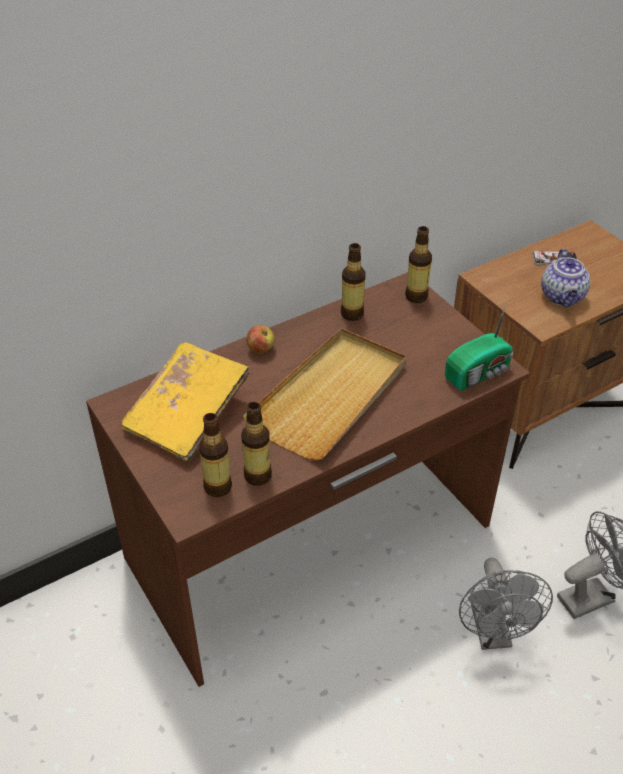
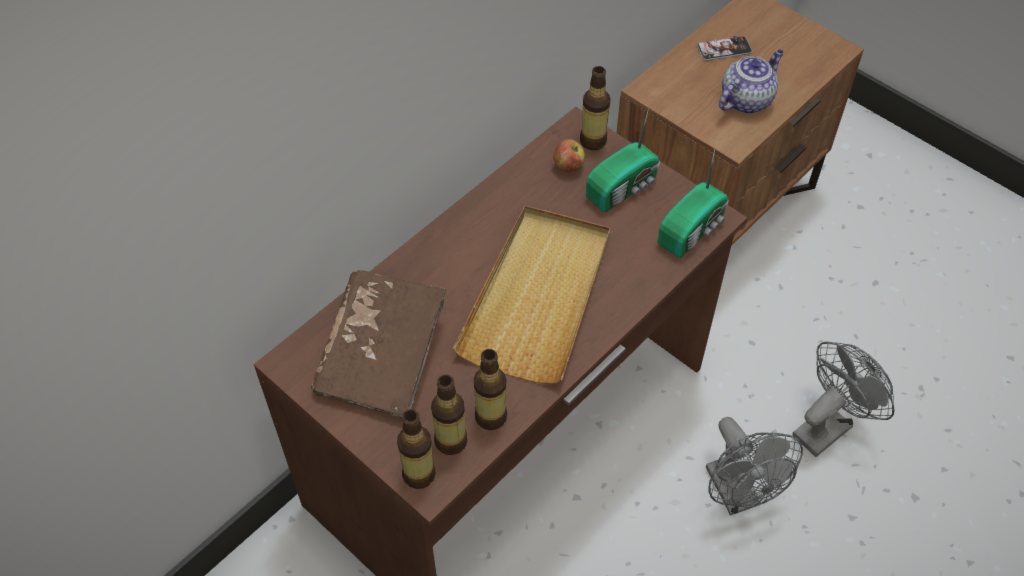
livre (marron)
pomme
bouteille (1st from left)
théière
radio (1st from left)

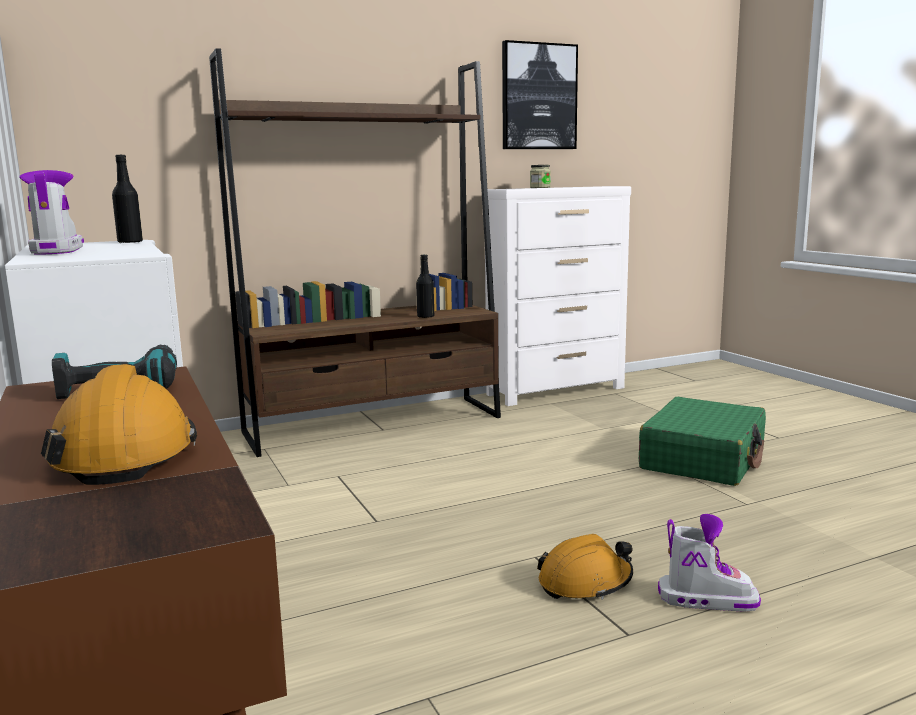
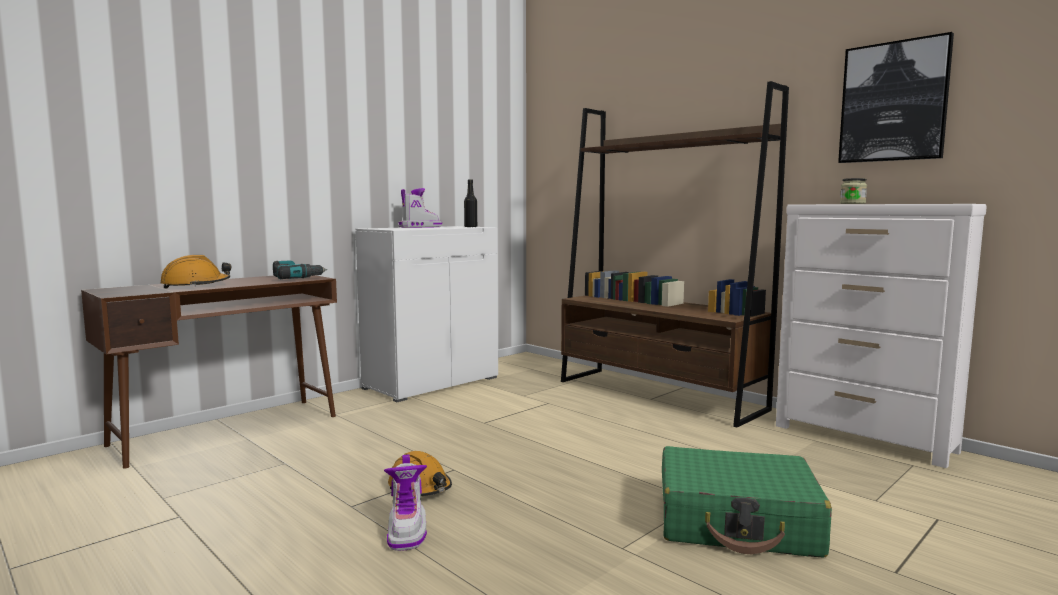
bouteille (noir) (2nd from left in the first image)

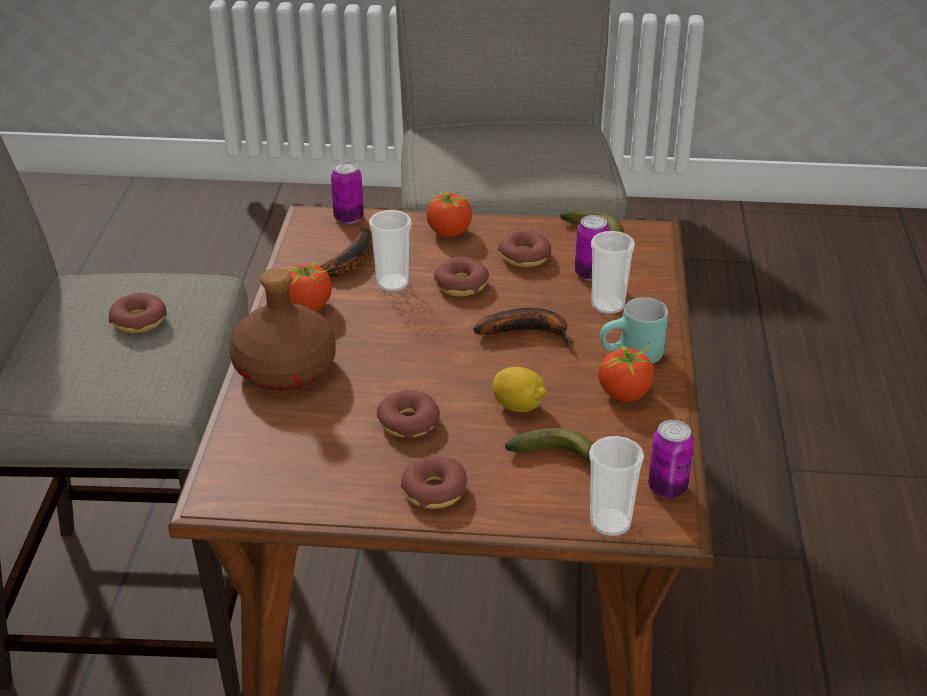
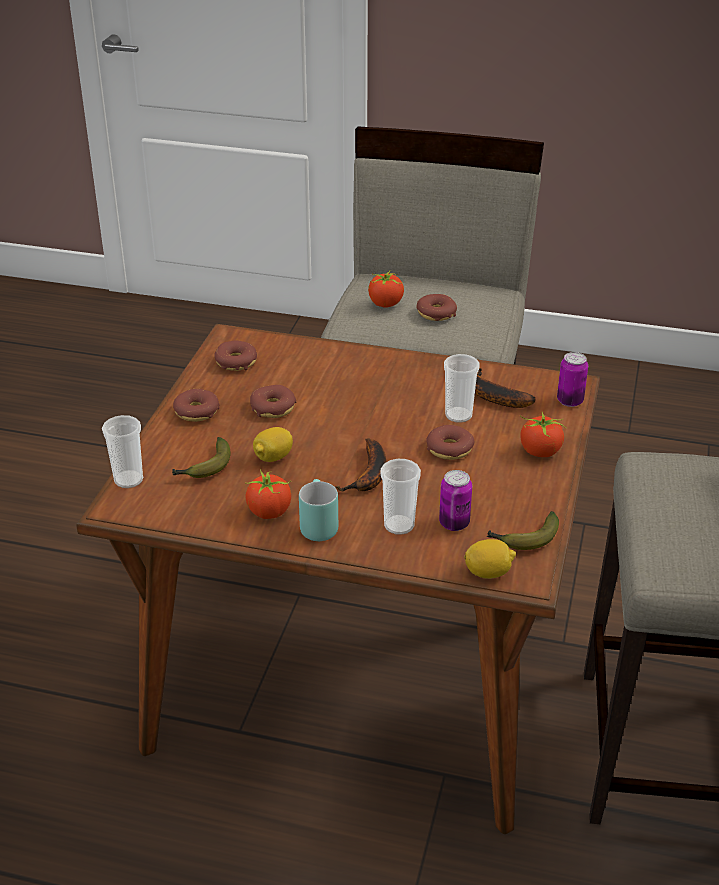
bouteille (marron)
tomate (2nd from left)
beignet (2nd from left)
boîte métallique (3rd from left in the first image)
citron (2nd from left)

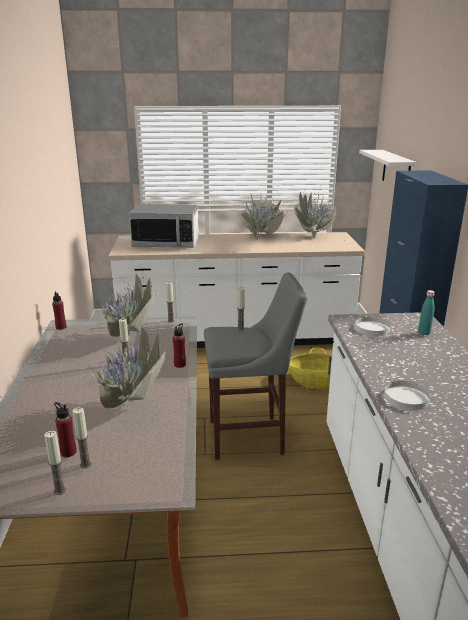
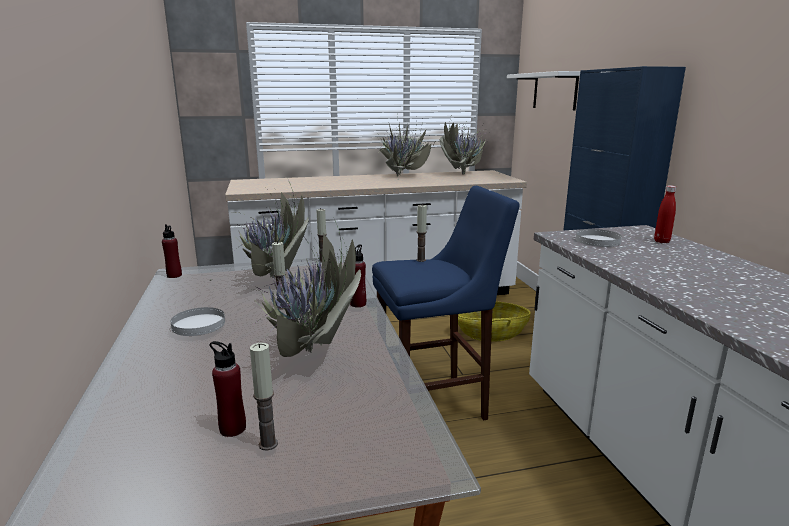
bougie (1st from left in the first image)
micro-ondes
tabouret (bleu)
assiette (blanc) (1st from left)
bouteille (rouge) (4th from left)

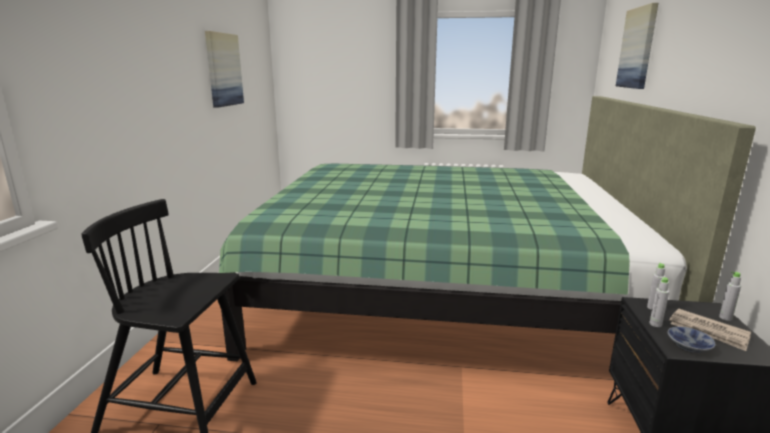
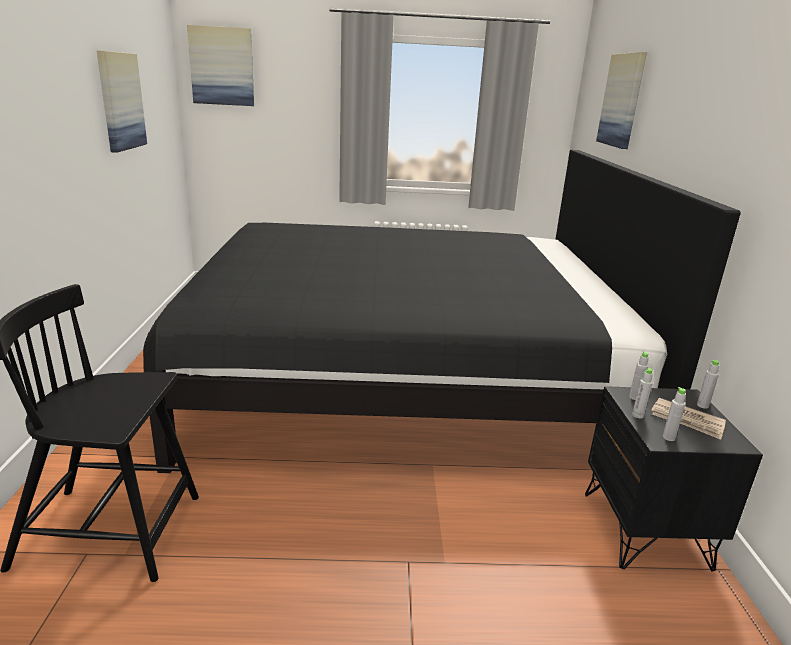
lit (noir)
bouteille (gris) (3rd from left)
tableau (2nd from left)

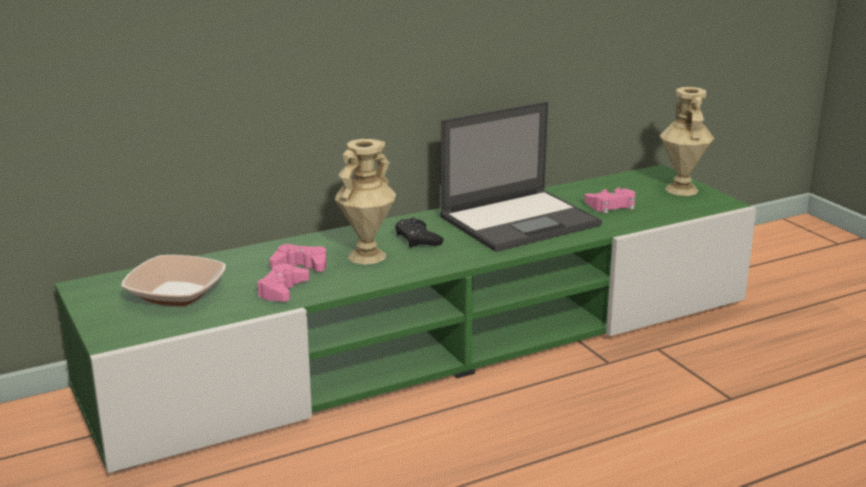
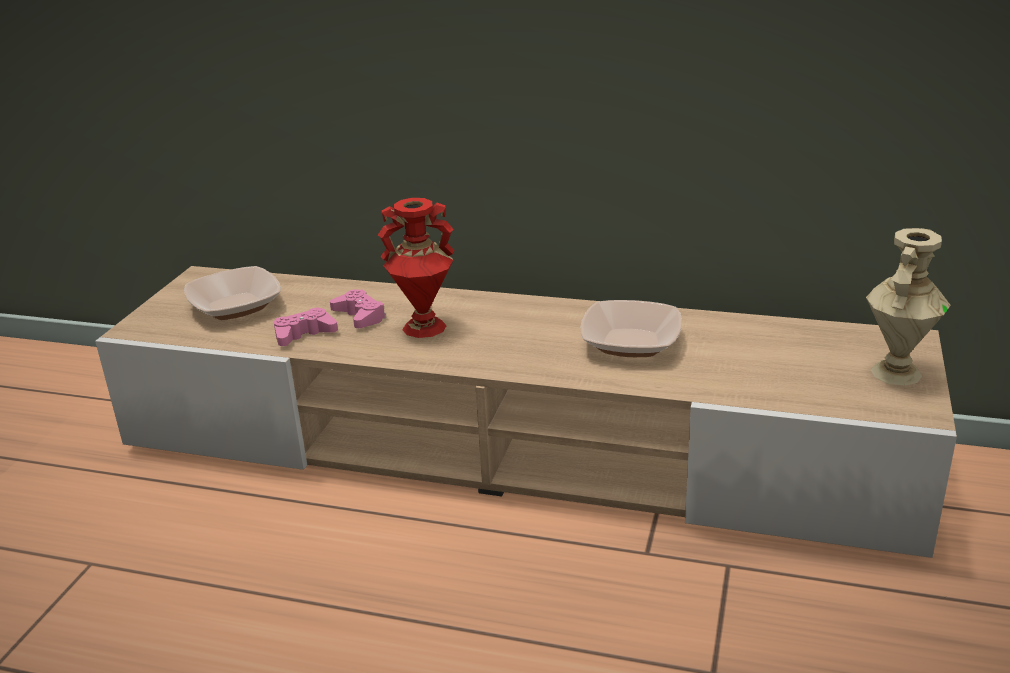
meuble télé (beige)
vase (rouge)
manette (noir)
bol (2nd from left)
manette (rose) (3rd from left in the first image)

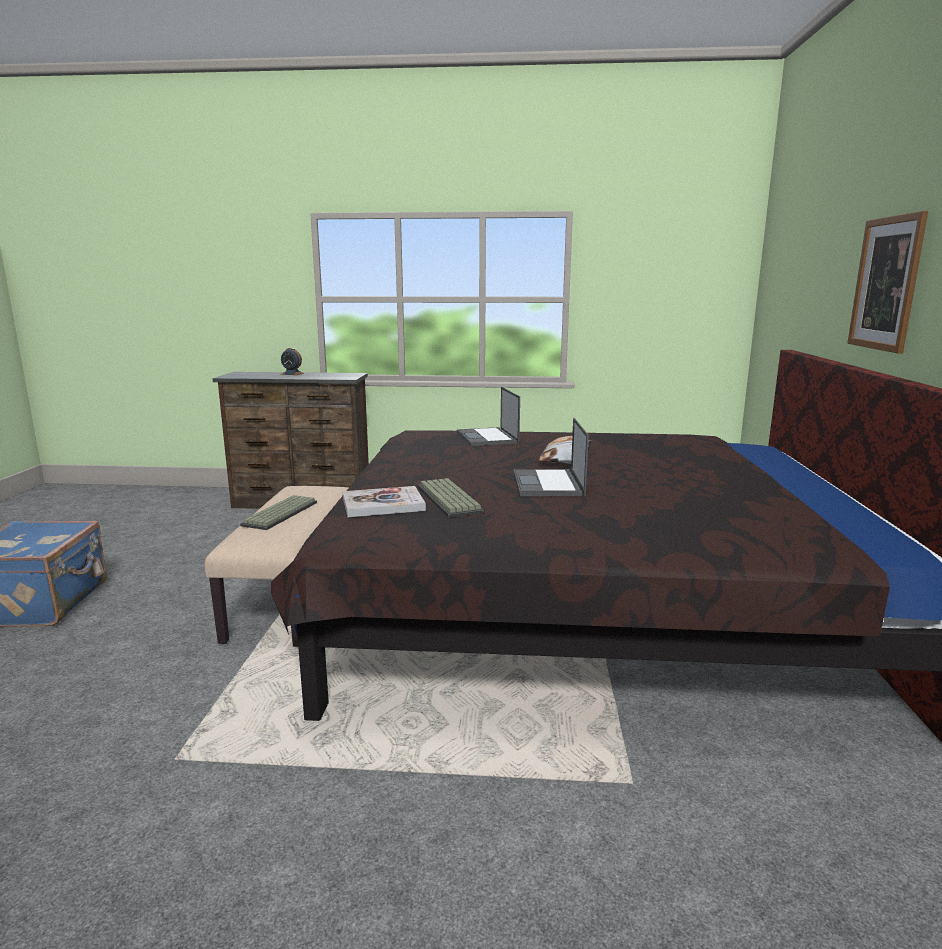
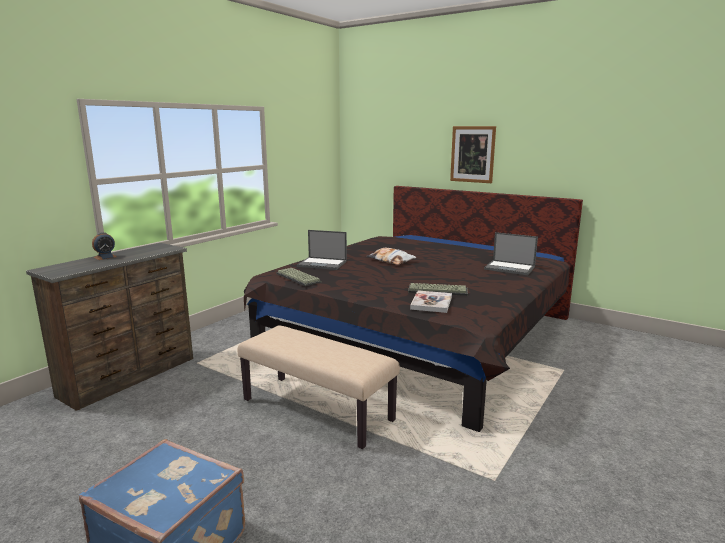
clavier (1st from left)
ordinateur portable (2nd from left)

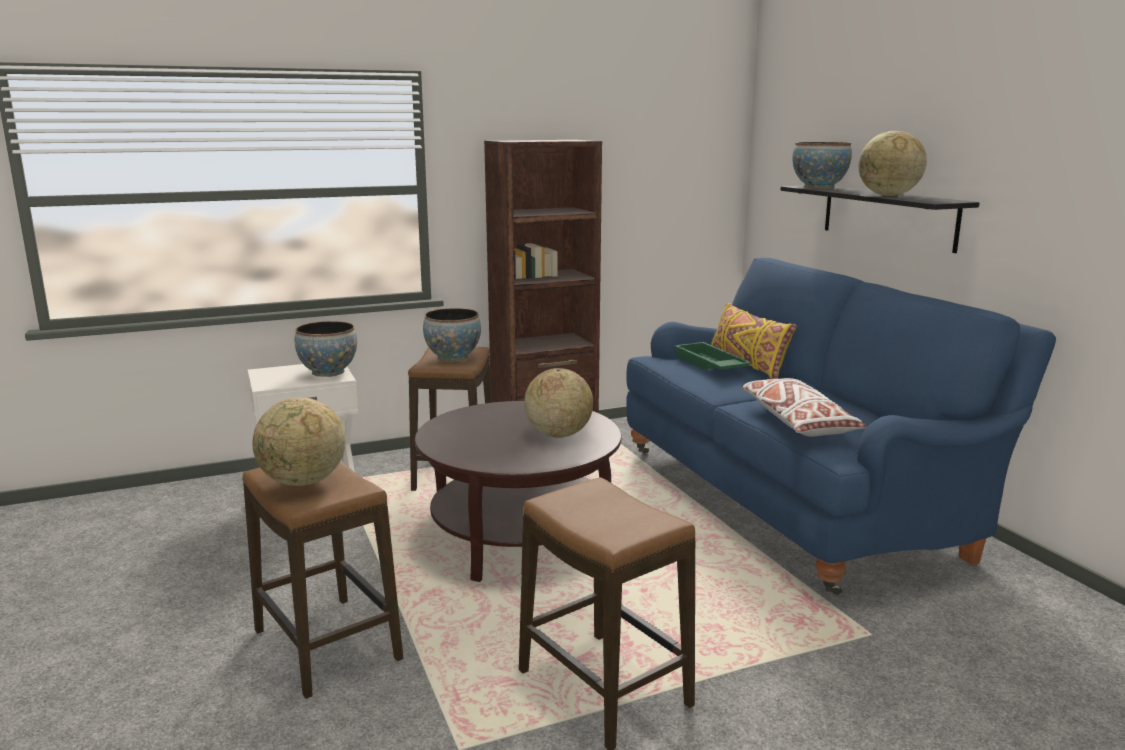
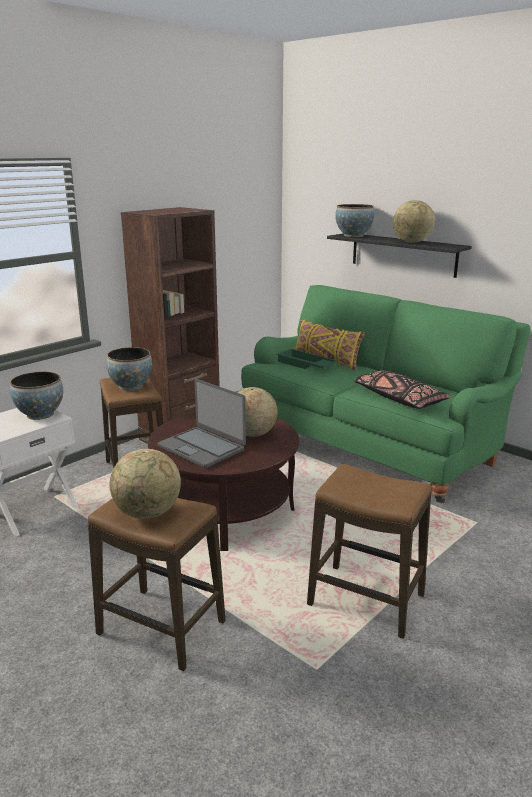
canapé (vert)
coussin (noir)
ordinateur portable

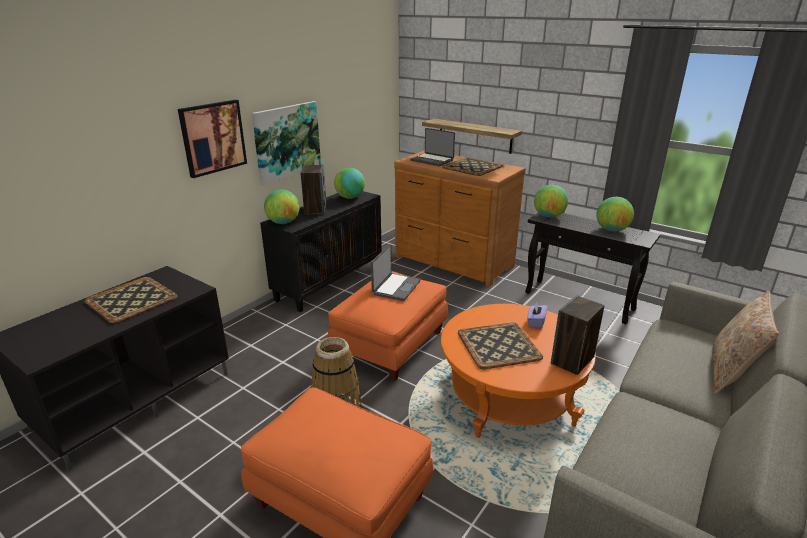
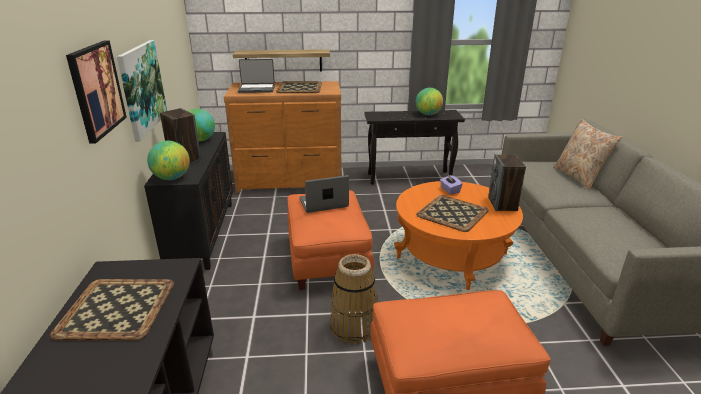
ordinateur portable (2nd from left)
globe (3rd from left in the first image)

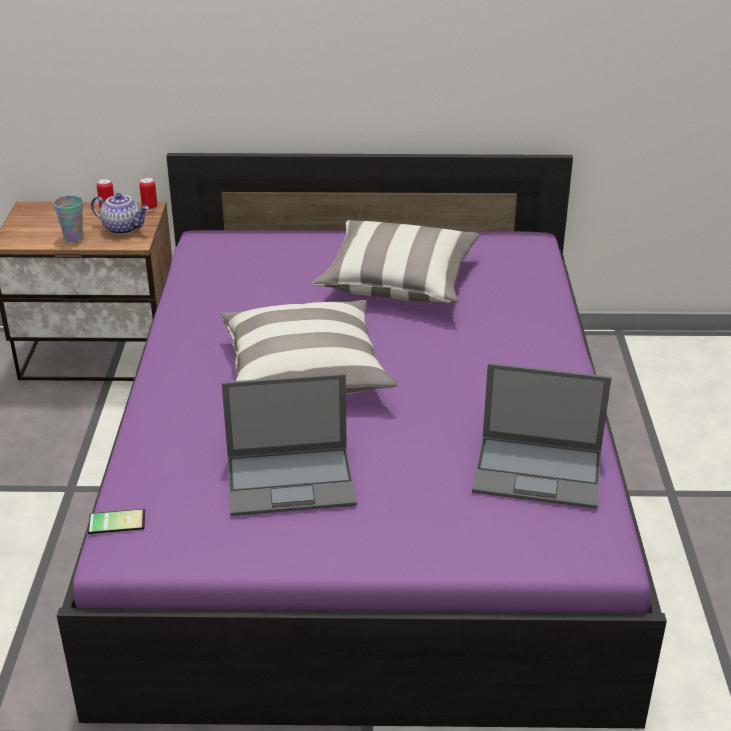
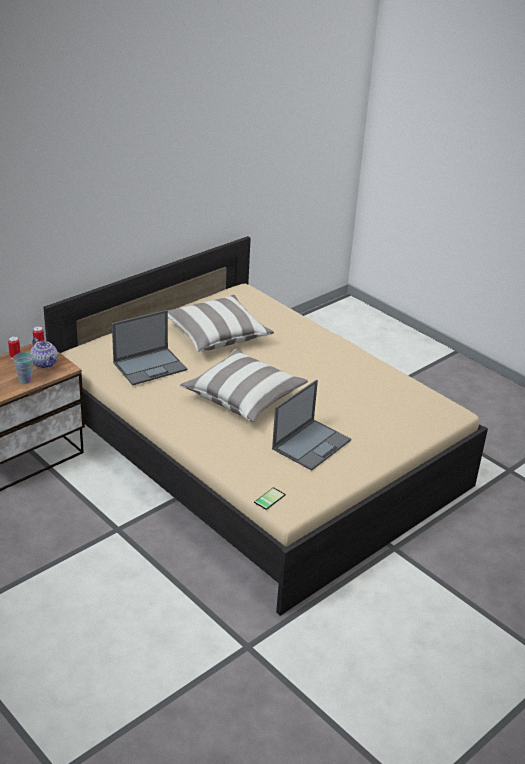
lit (beige)
théière
ordinateur portable (1st from left)

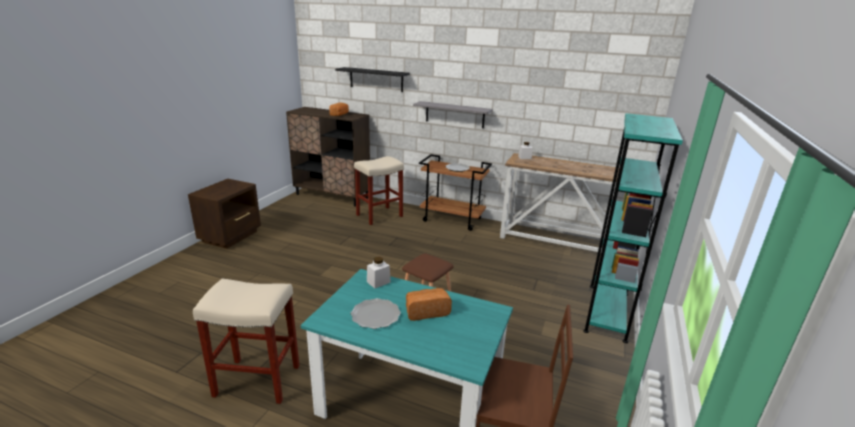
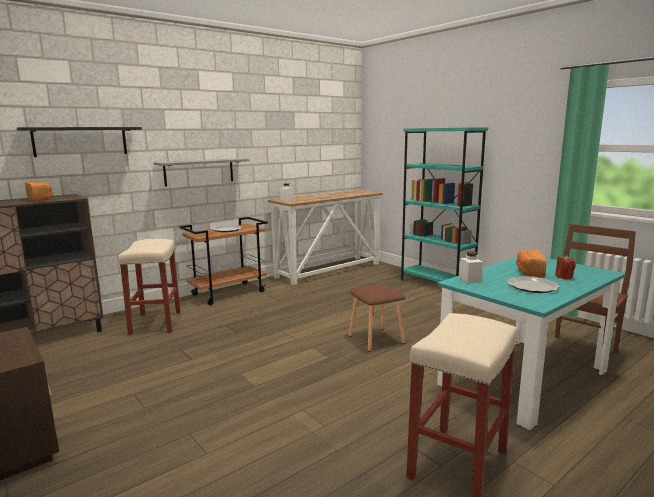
bougie (rouge)

